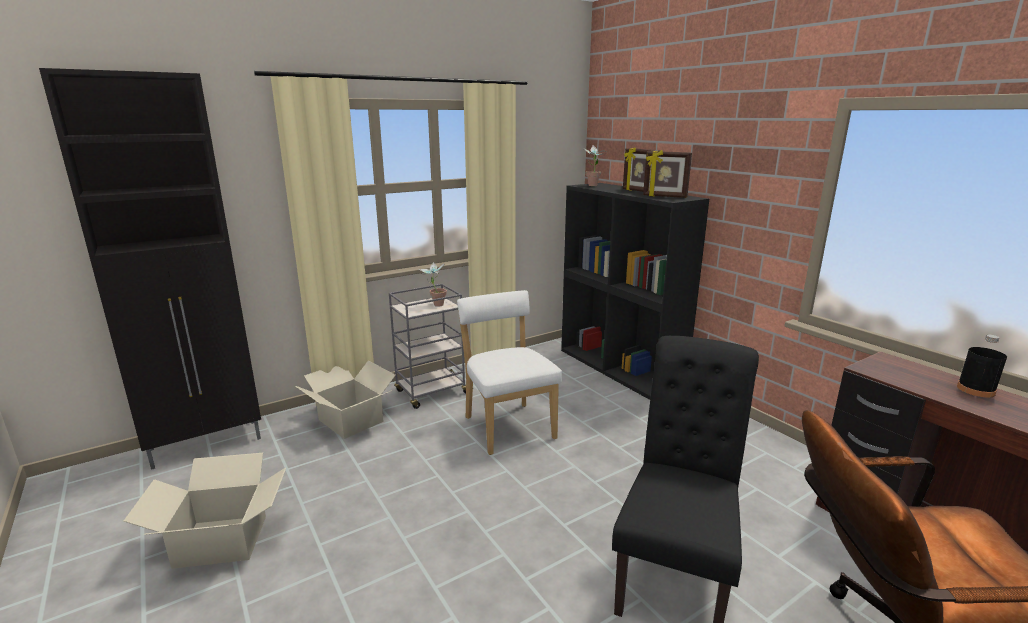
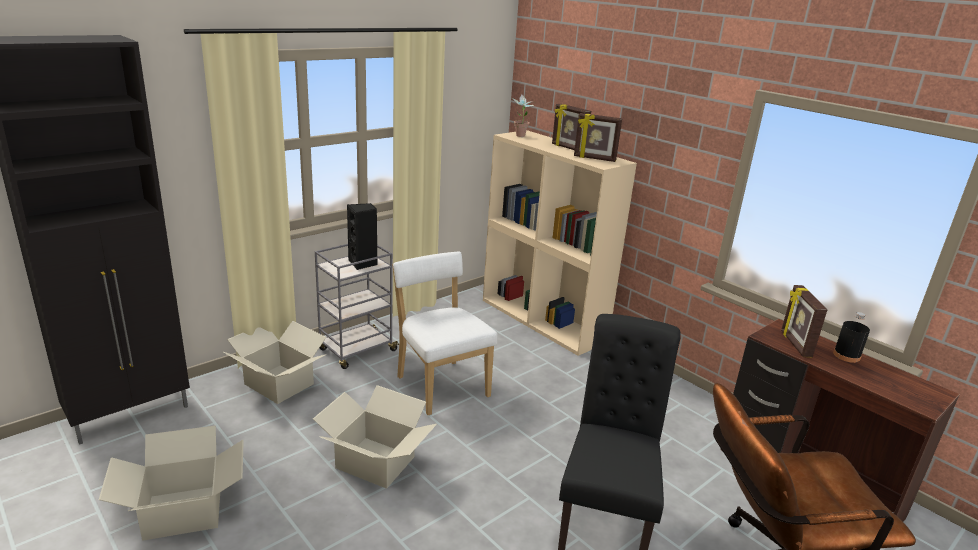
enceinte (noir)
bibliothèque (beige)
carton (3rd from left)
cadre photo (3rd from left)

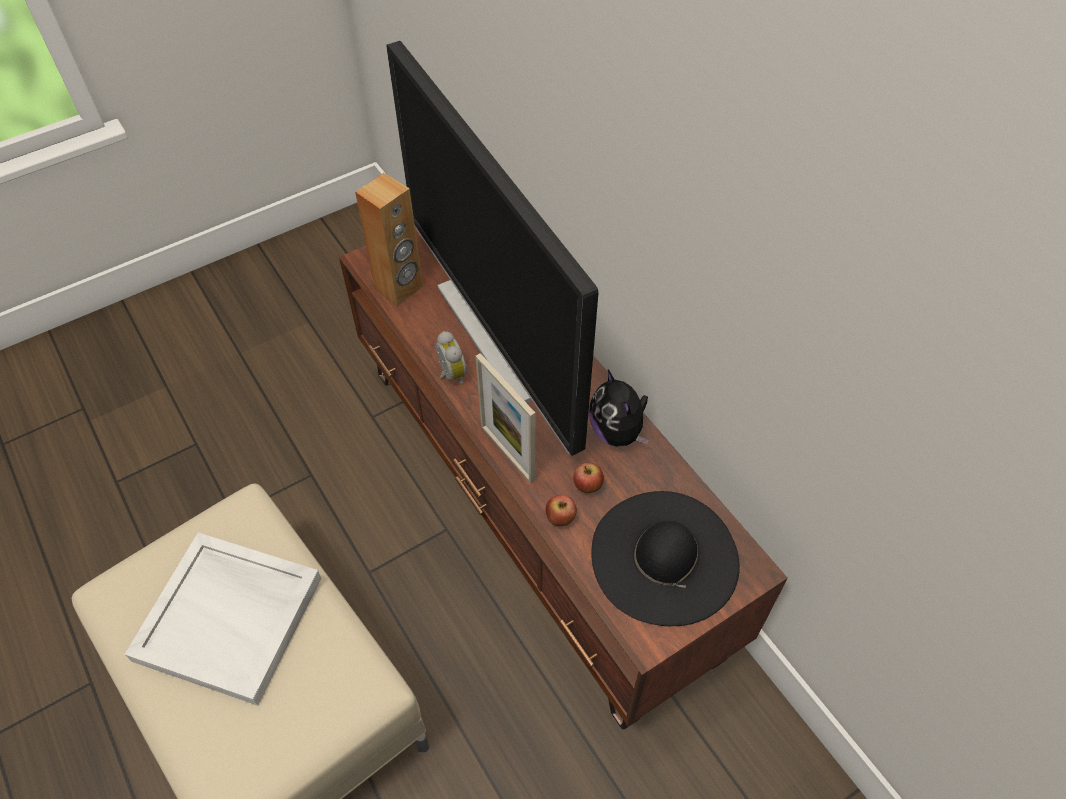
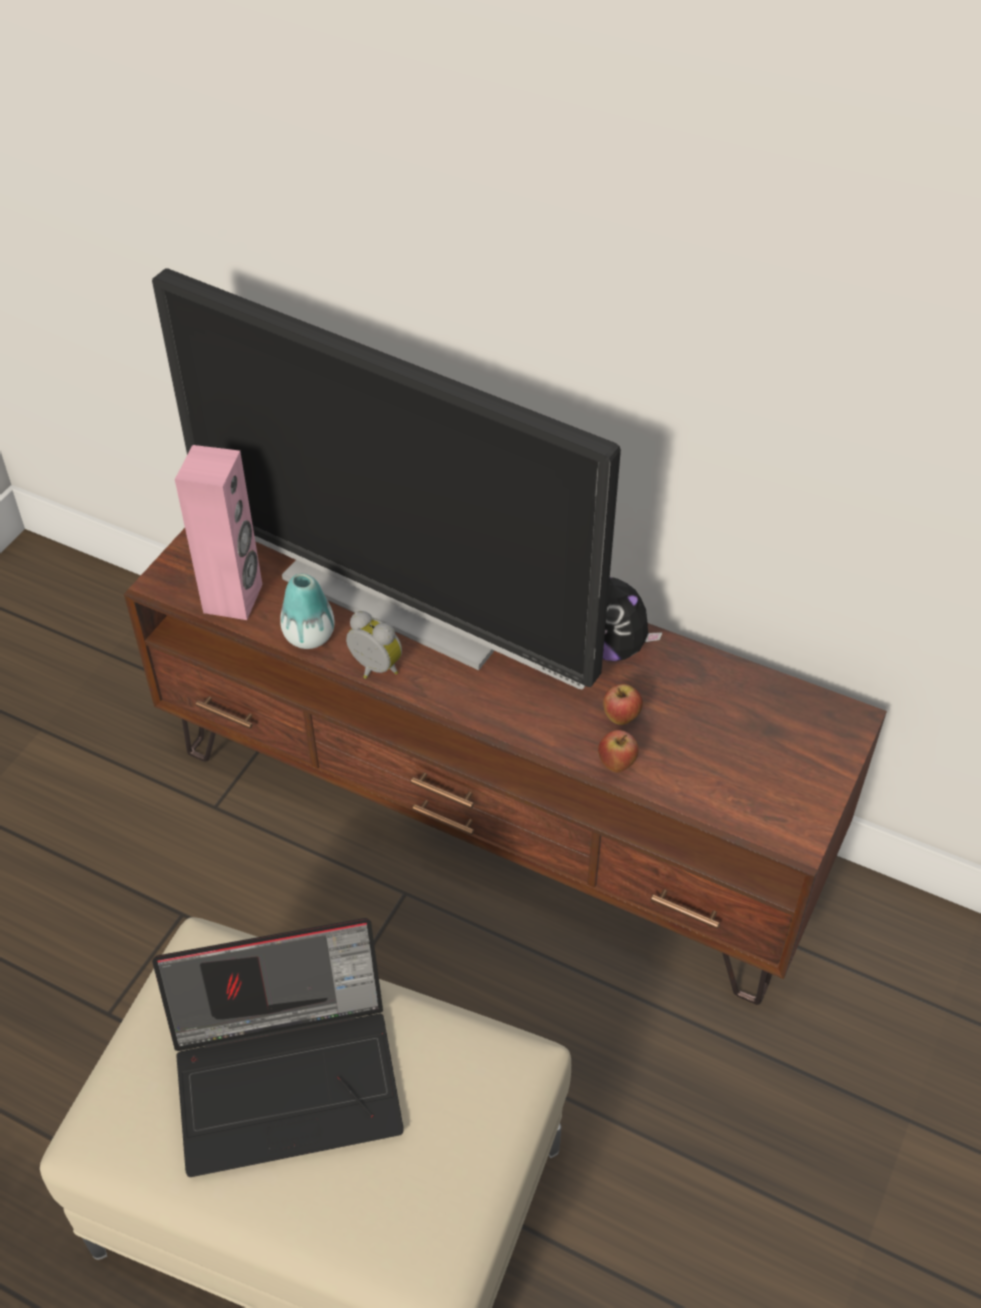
ordinateur portable
enceinte (rose)
cadre photo
chapeau (noir)
vase

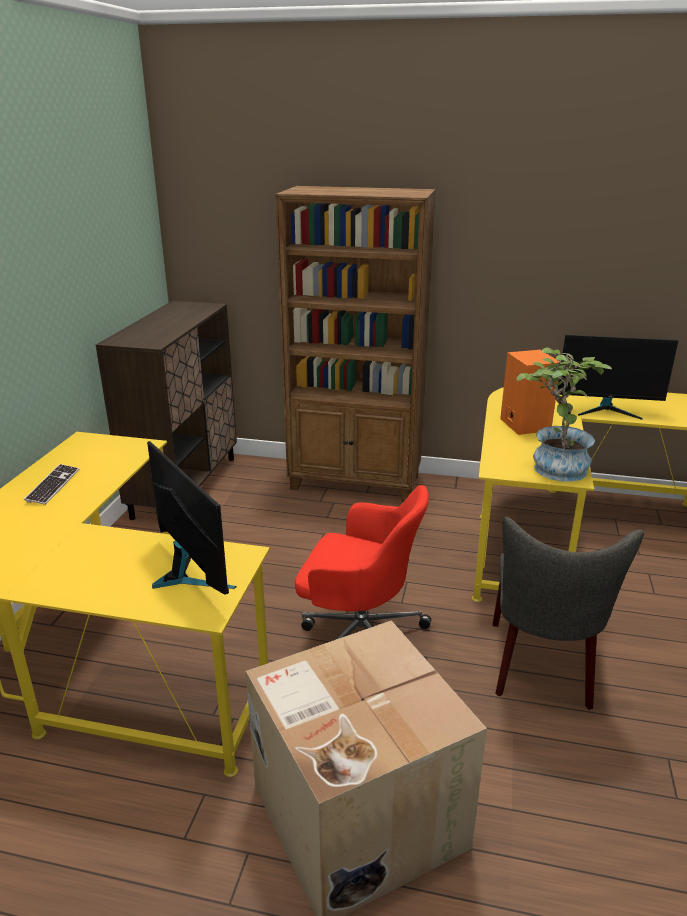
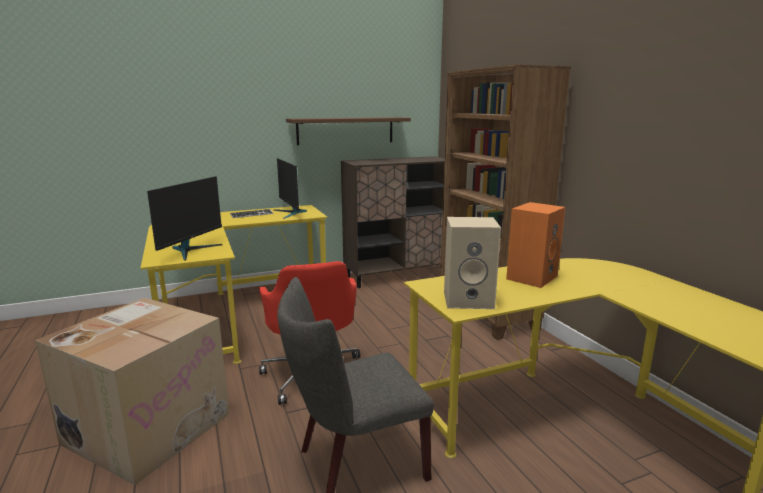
enceinte (beige)
écran d'ordinateur (2nd from left)
étagère (marron)

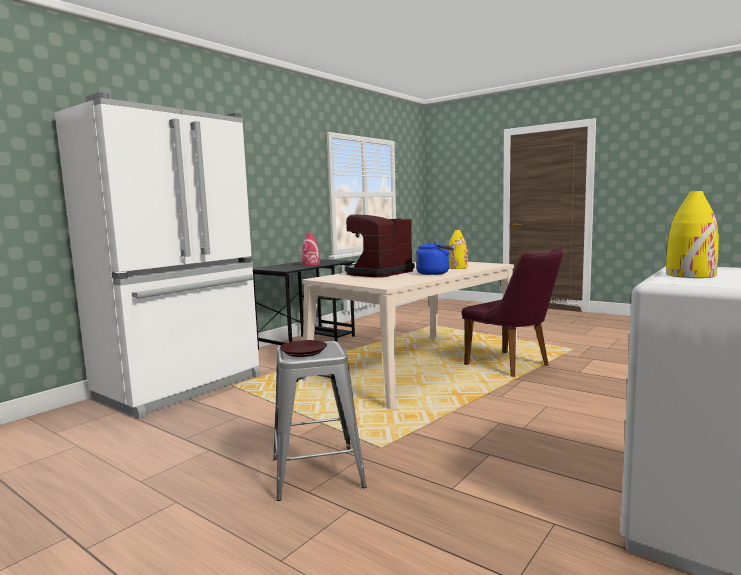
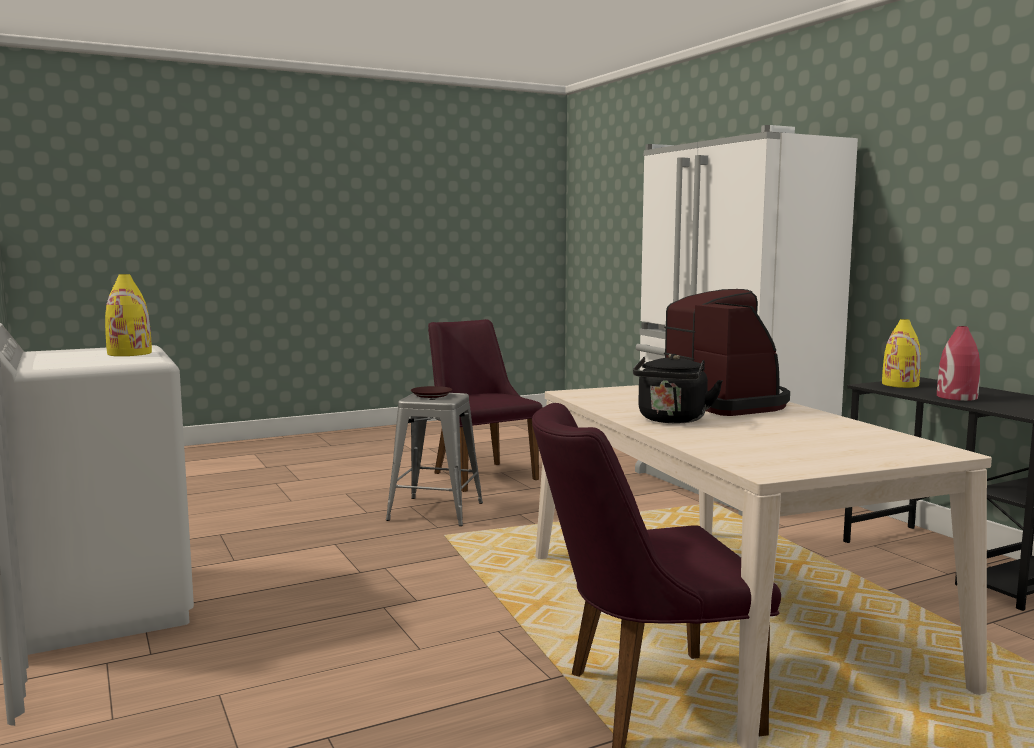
bouilloire (noir)
vase (jaune) (2nd from left)
chaise (violet) (1st from left)

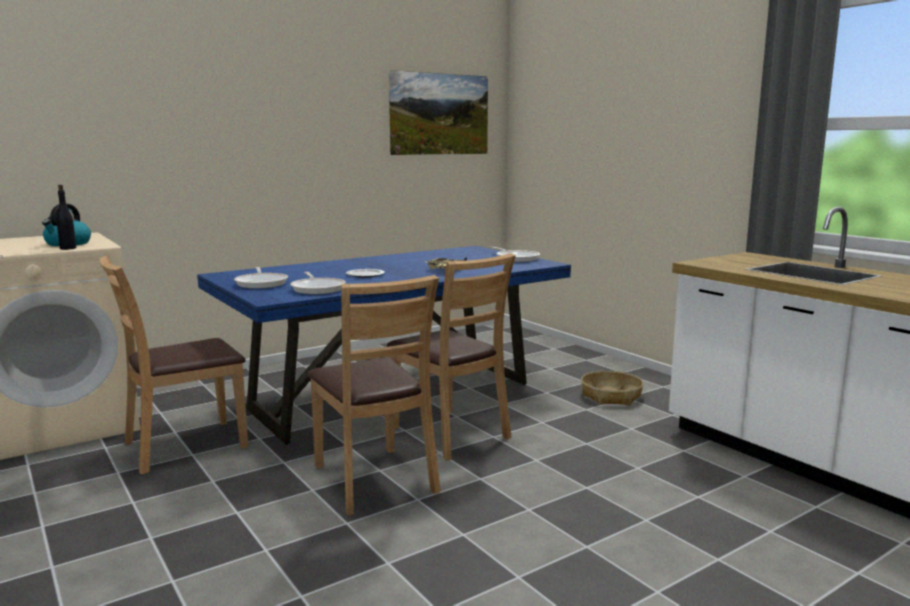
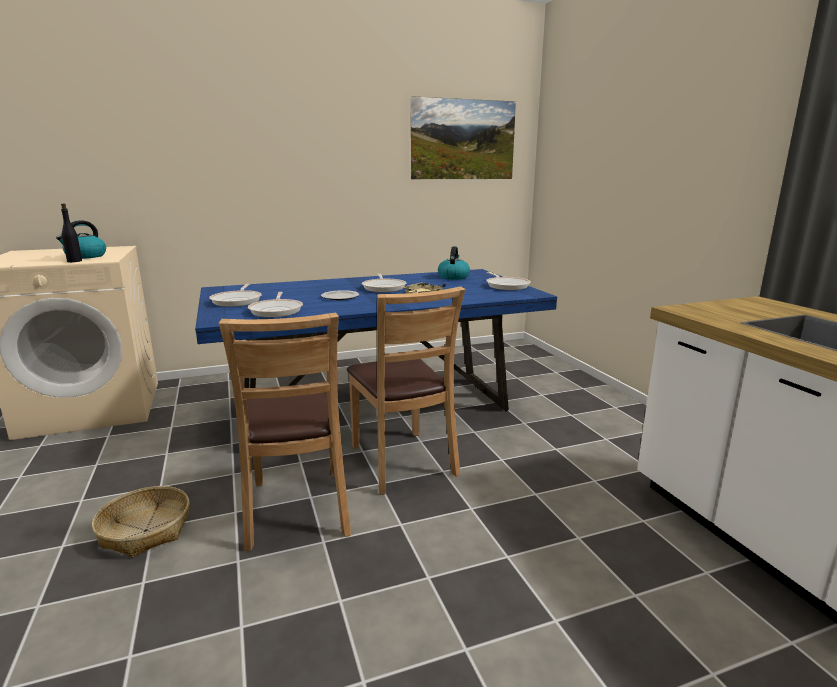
chaise (marron) (1st from left in the first image)
panier
poêle (3rd from left)
bouilloire (2nd from left)

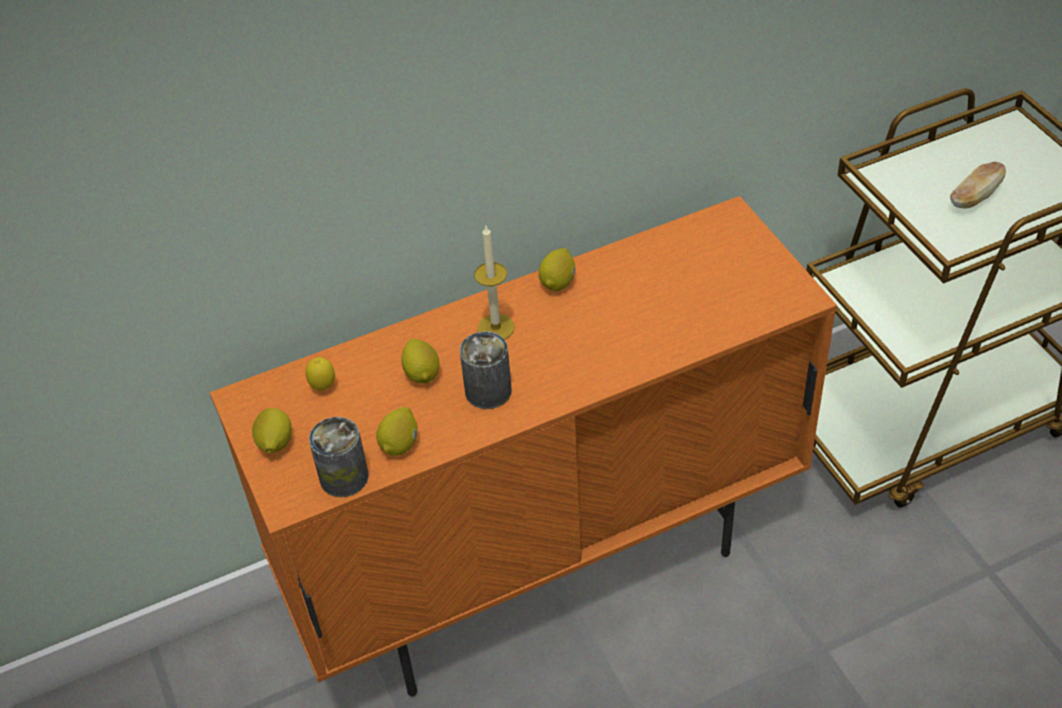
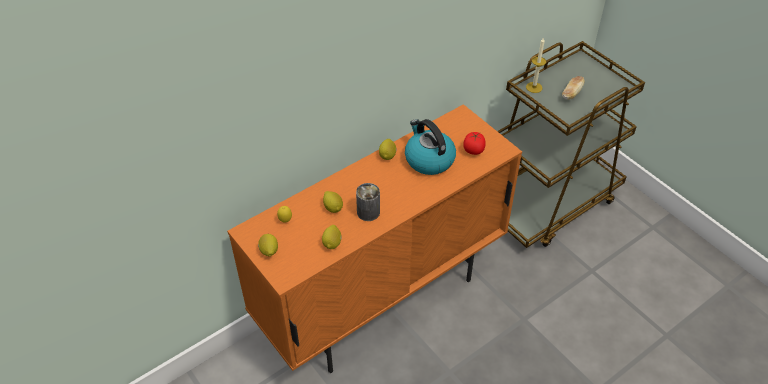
boîte métallique (1st from left in the first image)
bougie
bouilloire
tomate

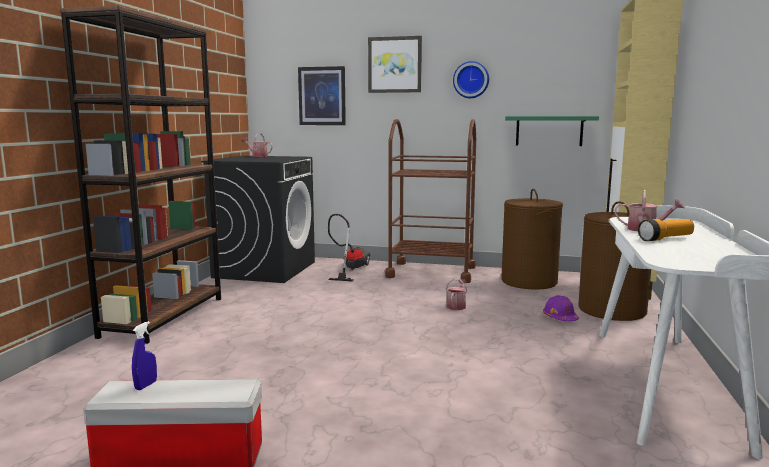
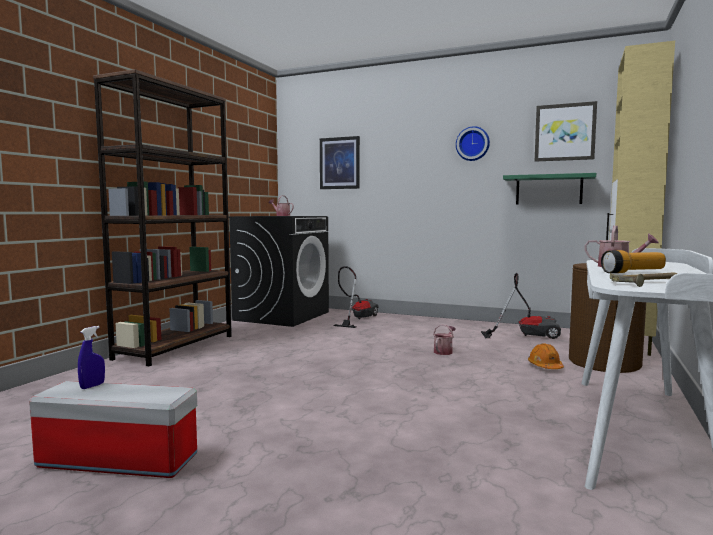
tableau (2nd from left)
chariot (marron)
aspirateur (2nd from left)
casque de chantier (orange)
marteau

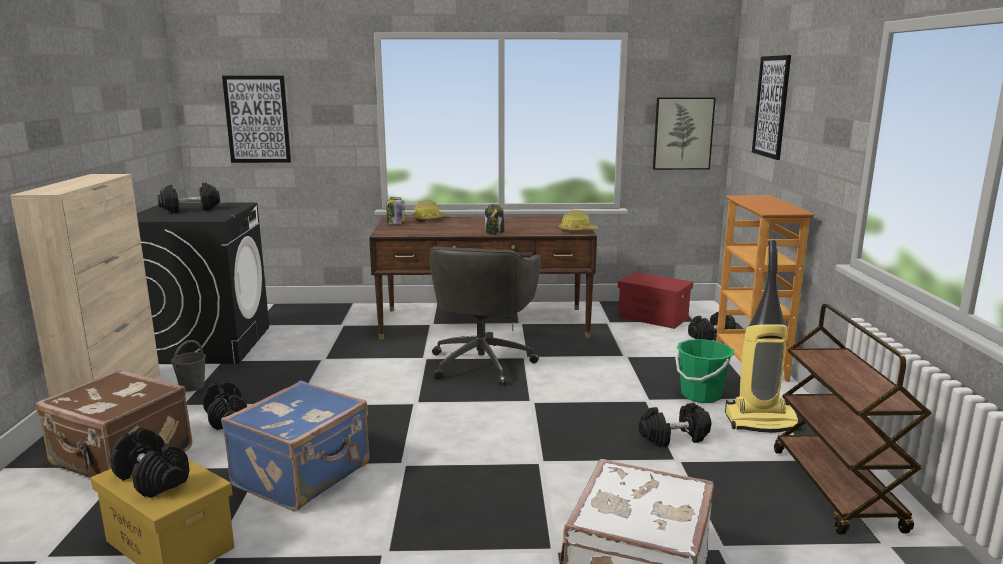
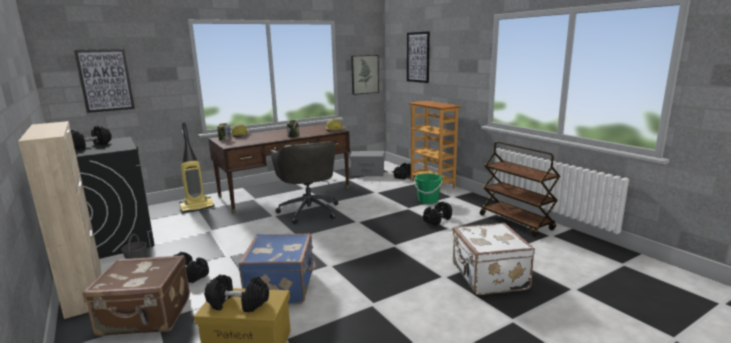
boîte de rangement (gris)
aspirateur

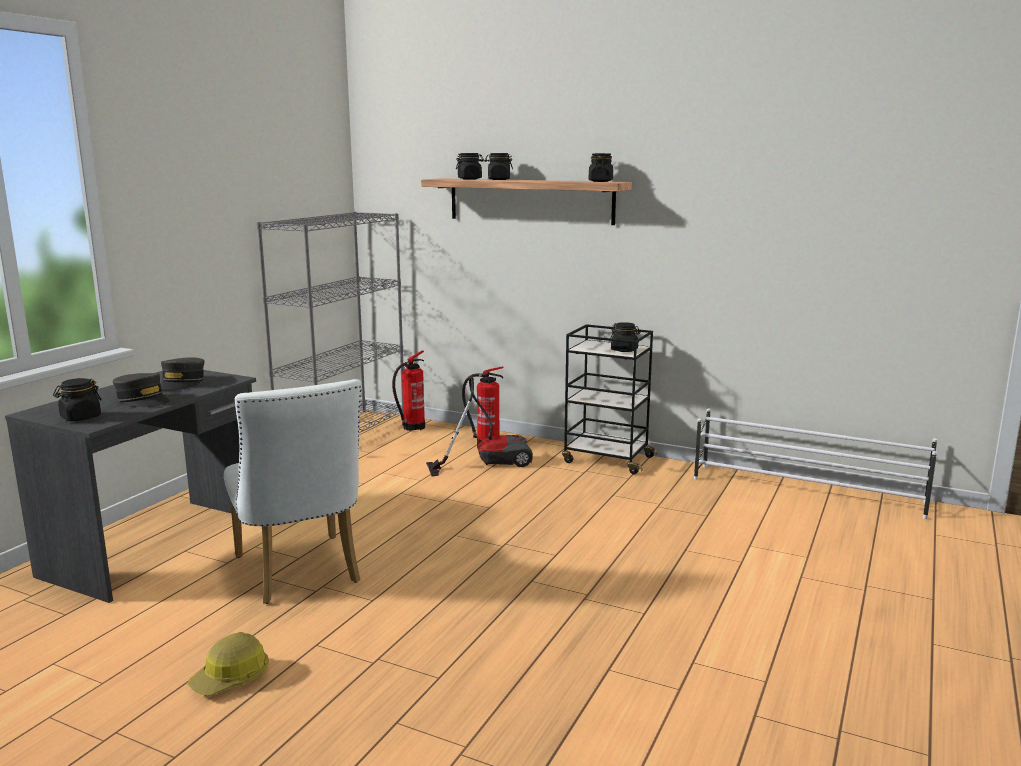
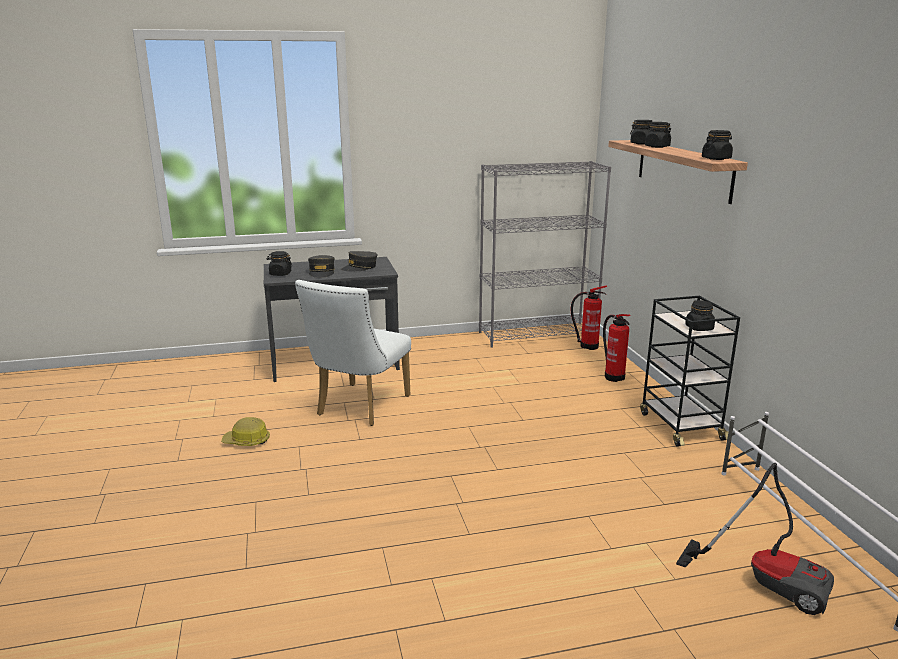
aspirateur

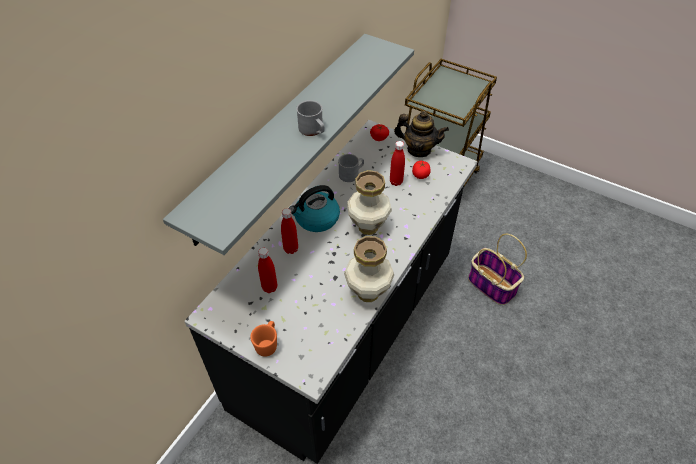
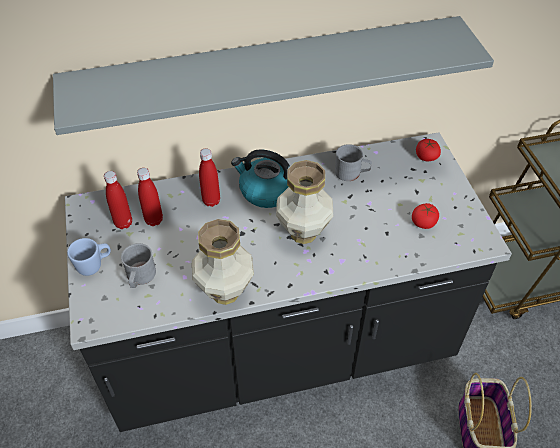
mug (bleu)
mug (gris) (1st from left)
bouteille (rouge) (1st from left)
théière

